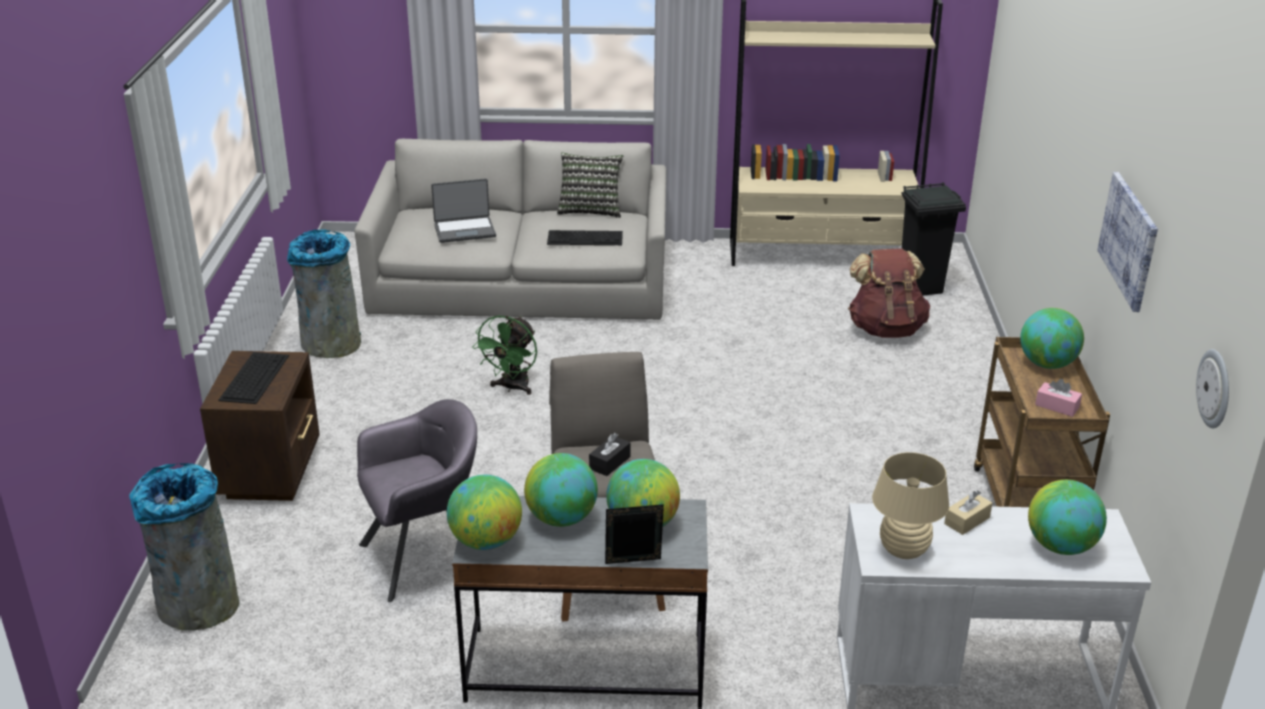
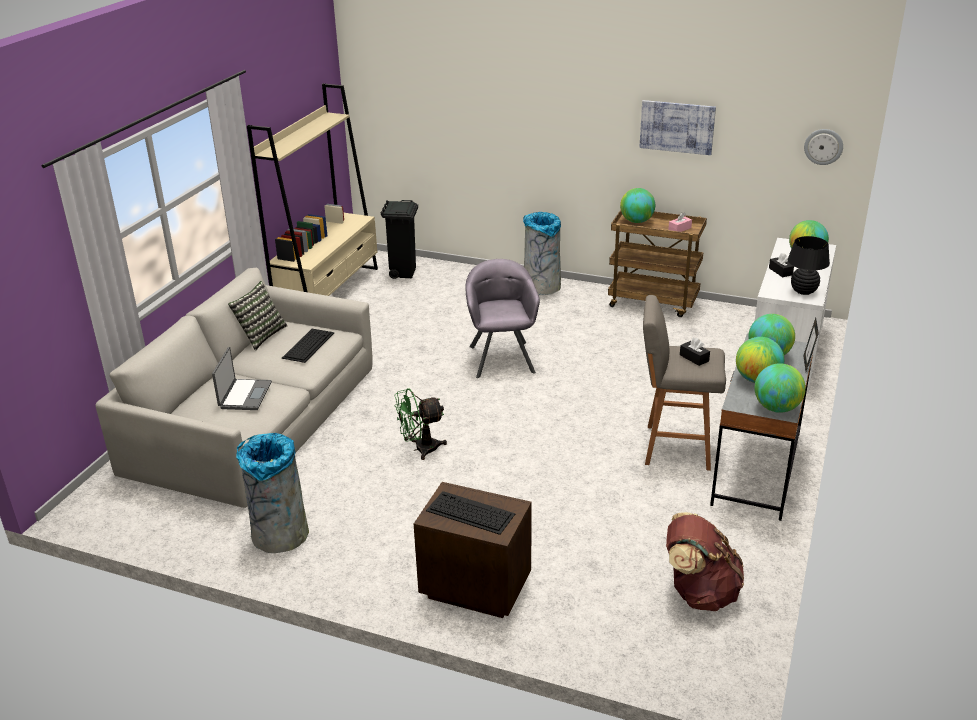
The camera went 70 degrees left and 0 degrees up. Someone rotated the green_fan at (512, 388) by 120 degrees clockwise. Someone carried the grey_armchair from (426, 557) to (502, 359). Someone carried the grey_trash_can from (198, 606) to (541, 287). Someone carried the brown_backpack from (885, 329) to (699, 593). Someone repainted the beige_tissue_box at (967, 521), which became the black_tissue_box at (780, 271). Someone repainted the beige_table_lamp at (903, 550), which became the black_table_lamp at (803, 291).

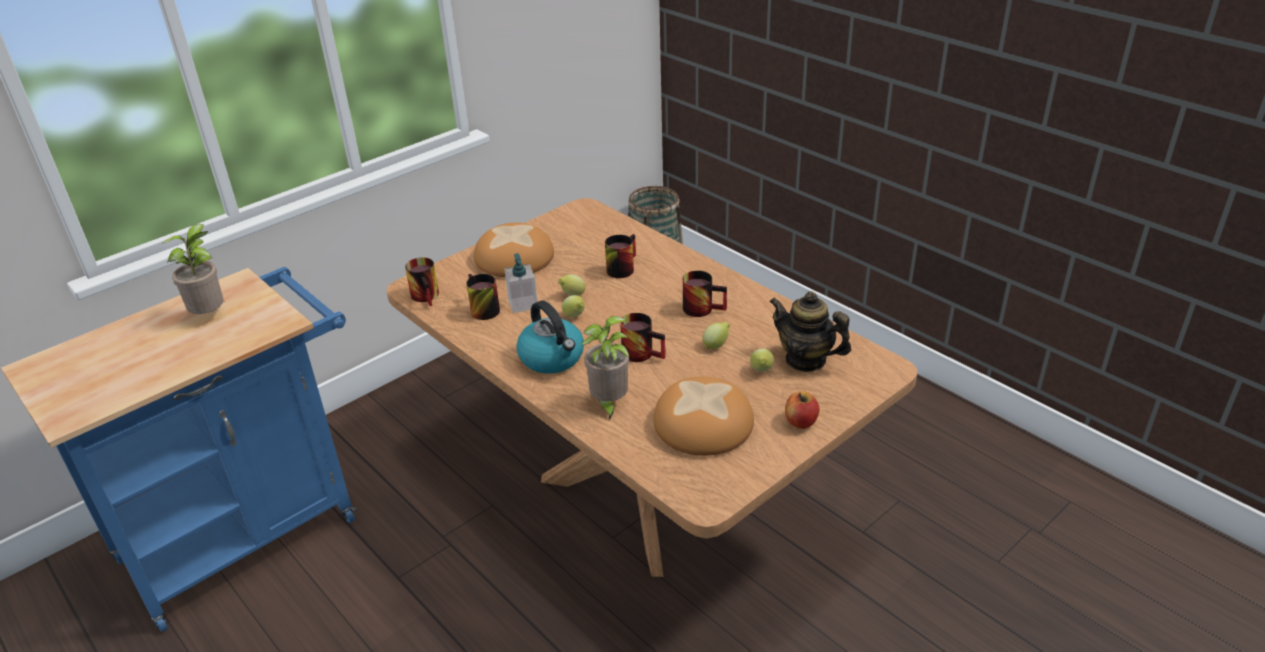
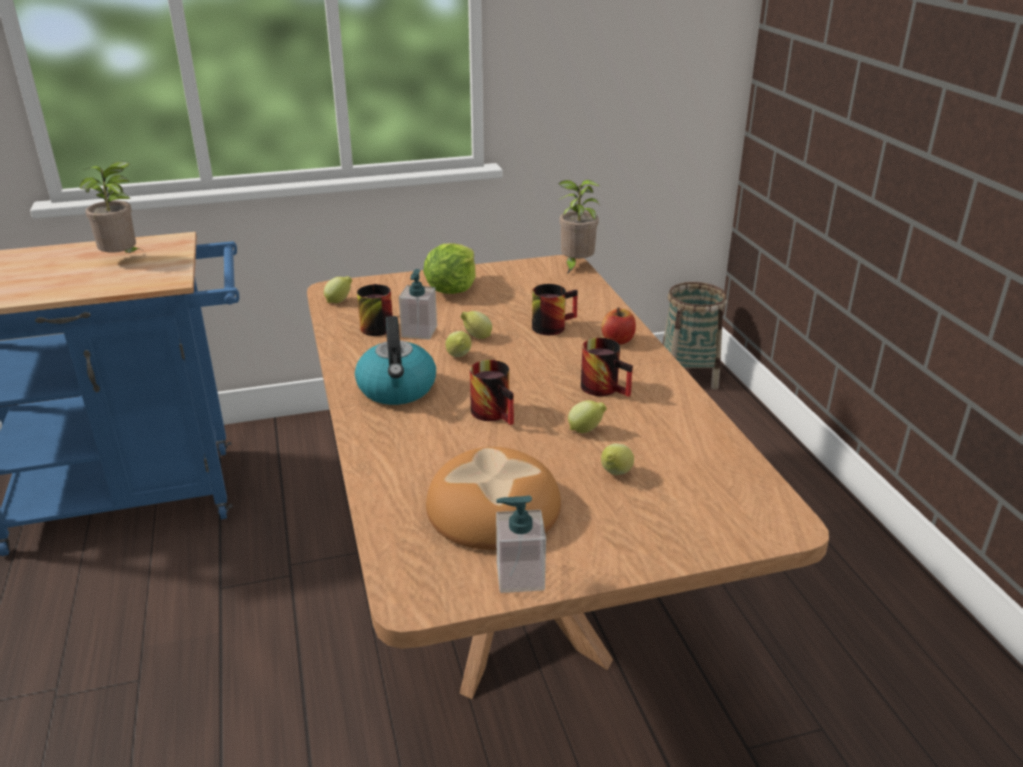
The camera went 25 degrees right and 5 degrees down. Someone swapped the mug at (428, 296) for the lemon at (339, 301). Someone swapped the bread at (513, 258) for the lettuce at (452, 289). Someone put down the soap_dispenser at (519, 576). Someone carried the potted_plant from (609, 404) to (575, 266). Someone carried the apple from (801, 422) to (618, 340). Someone took away the teapot at (806, 360).

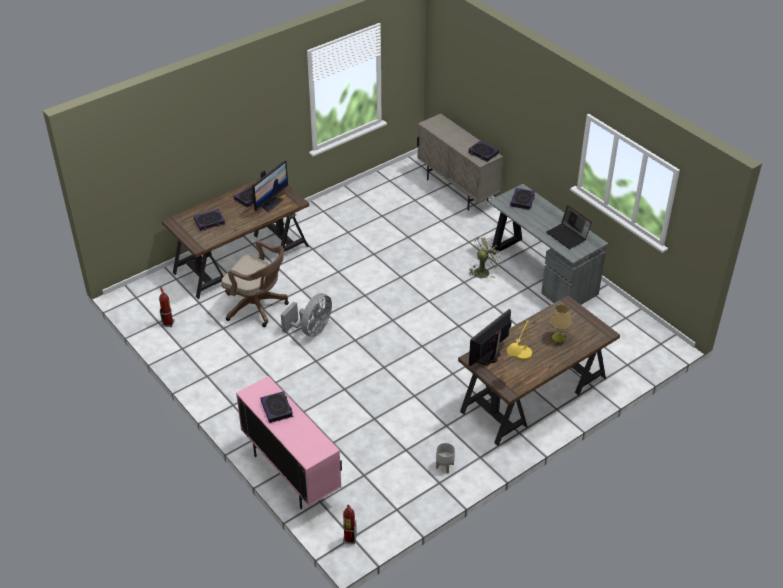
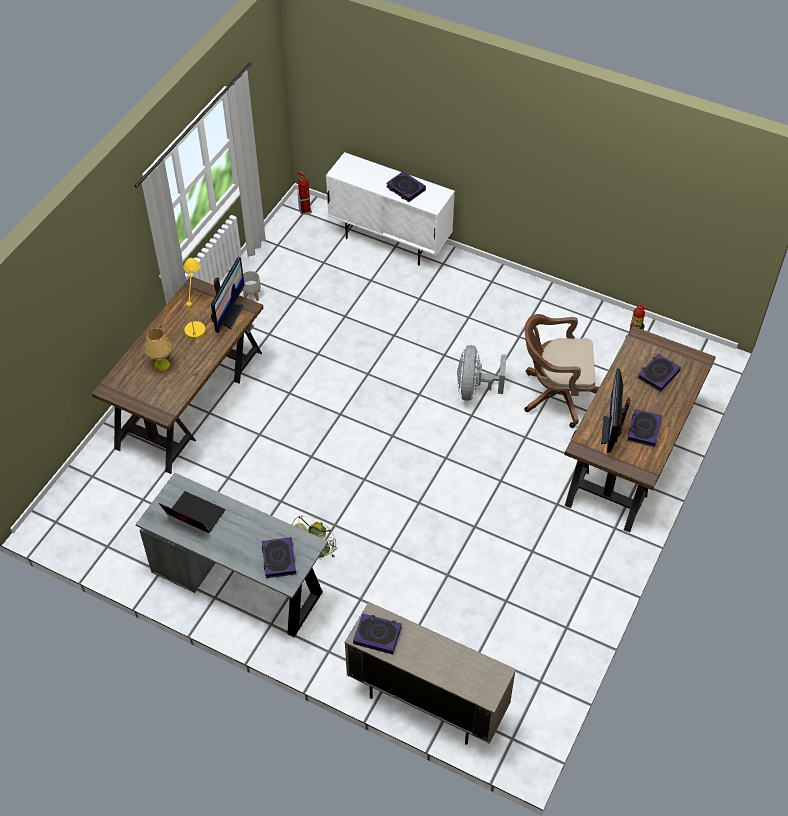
The camera went 155 degrees right and 10 degrees up. Someone repainted the pink_cabinet at (291, 473), which became the white_cabinet at (390, 241).

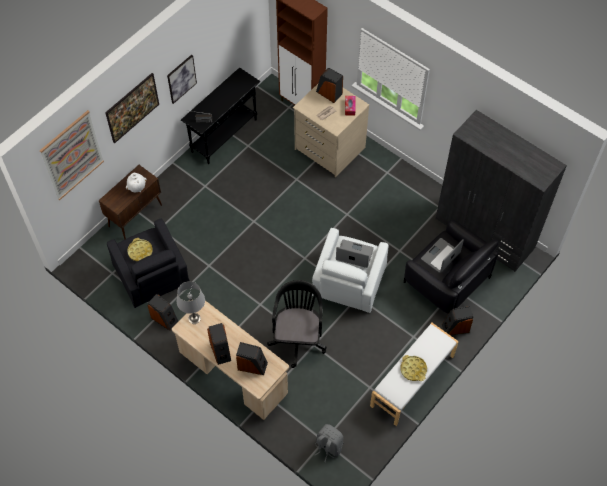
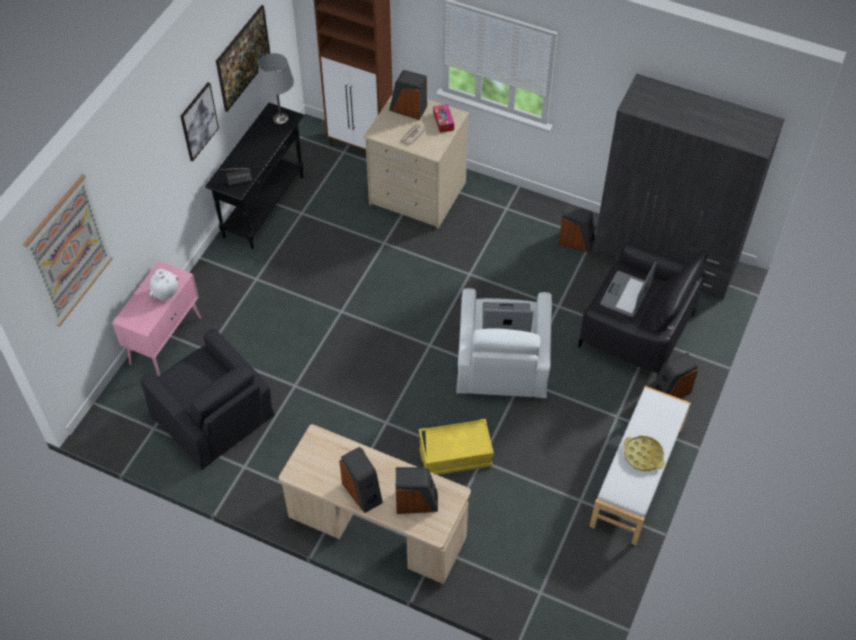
The camera went 15 degrees left and 5 degrees down. Someone repainted the brown_cabinet at (135, 215), which became the pink_cabinet at (166, 340). Someone carried the picture from (134, 115) to (245, 70). Someone carried the grey_table_lamp from (194, 318) to (280, 118). Someone swapped the black_office_chair at (298, 337) for the yellow_storage_box at (455, 455). Someone carried the speaker from (165, 319) to (576, 241). Someone took away the yellow_tray at (140, 251). Someone took away the grey_backpack at (328, 447).

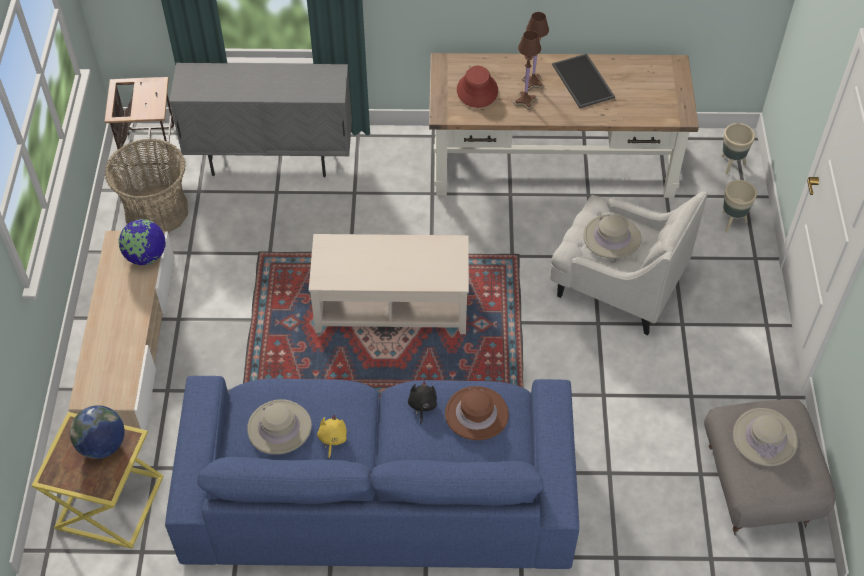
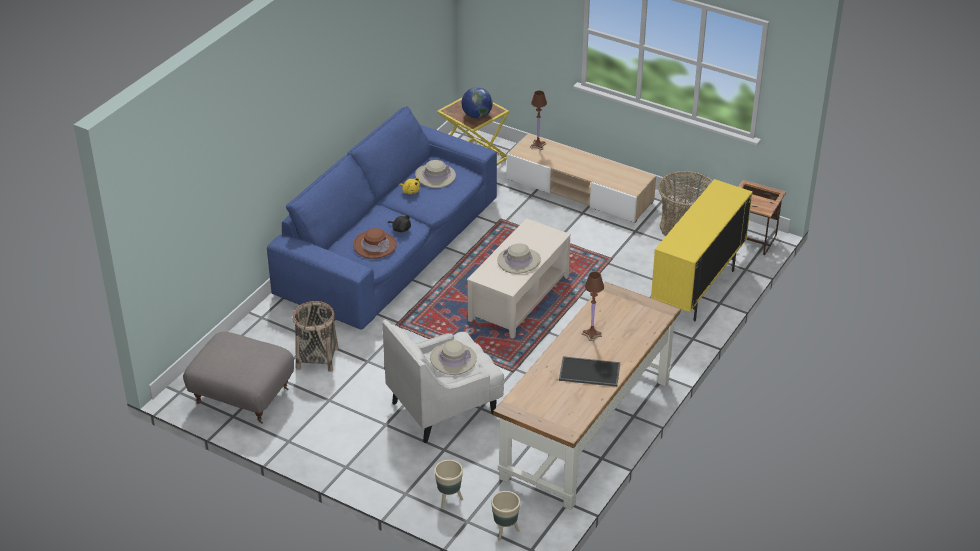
The camera went 120 degrees right and 15 degrees down. Someone put down the basket at (317, 358). Someone carried the beige_hat from (765, 438) to (519, 261). Someone carried the brown_table_lamp from (532, 82) to (538, 145). Someone repainted the grey_cabinet at (271, 159), which became the yellow_cabinet at (697, 290). Someone took away the globe at (146, 256). Someone took away the red_hat at (477, 90).

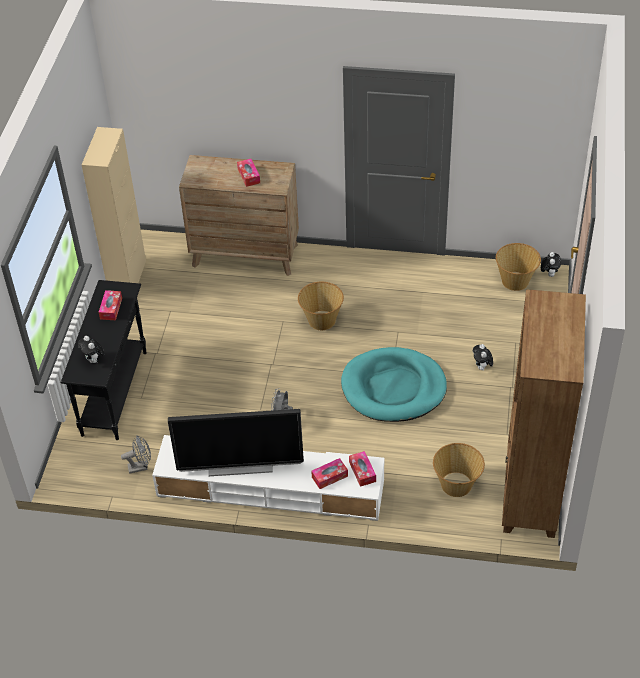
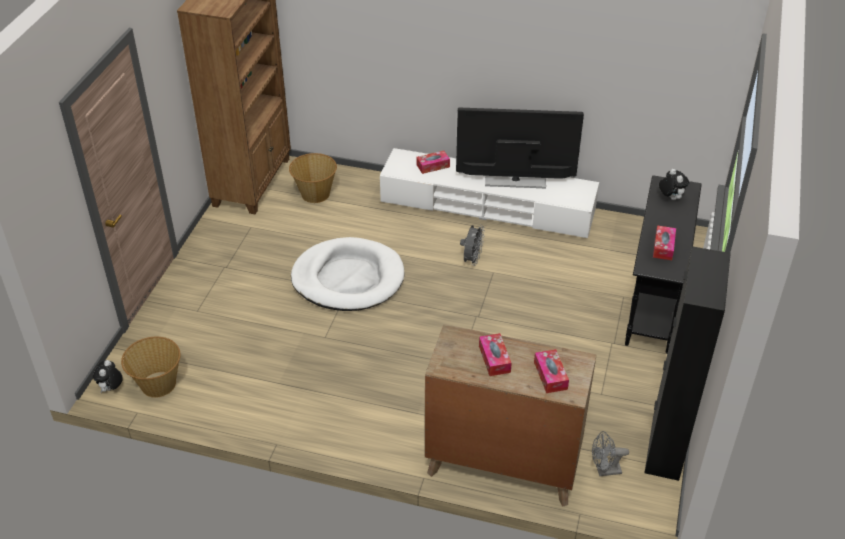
The camera went 175 degrees left and 5 degrees down. Someone repainted the turquoise_dog_bed at (393, 388), which became the white_dog_bed at (348, 278). Someone carried the tissue_box from (362, 472) to (550, 375). Someone carried the grey_fan from (141, 466) to (604, 471). Someone repainted the beige_cabinet at (127, 278), which became the black_cabinet at (665, 447). Someone took away the basket at (321, 320). Someone took away the plush_toy at (482, 367).

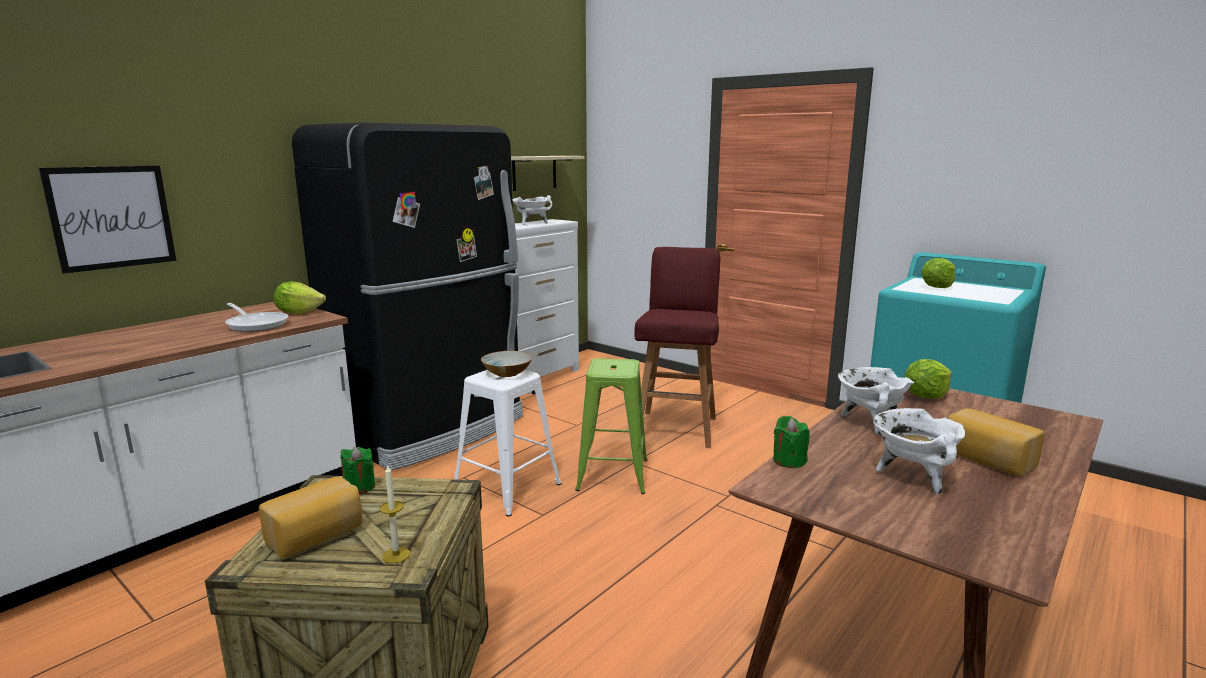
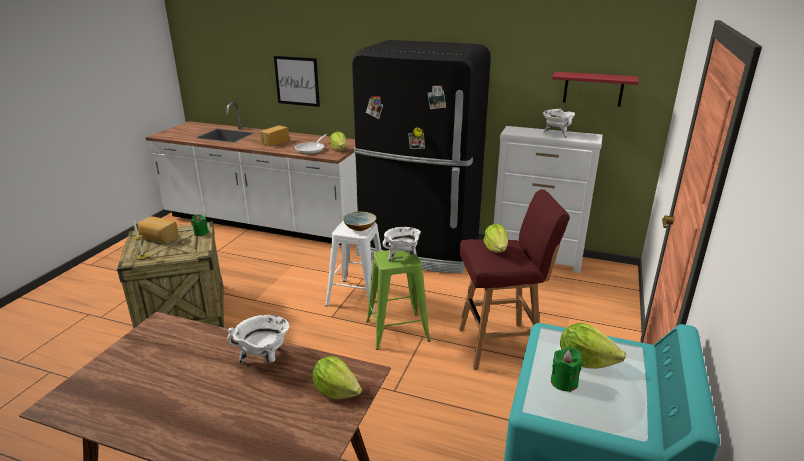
The camera went 70 degrees right and 10 degrees up. Someone carried the bread from (987, 460) to (274, 142). Someone carried the white_cooking_pot from (912, 477) to (402, 256). Someone put down the lettuce at (496, 249). Someone carried the green_candle from (789, 461) to (564, 382). Someone repainted the beige_shelf at (534, 173), which became the red_shelf at (593, 89).

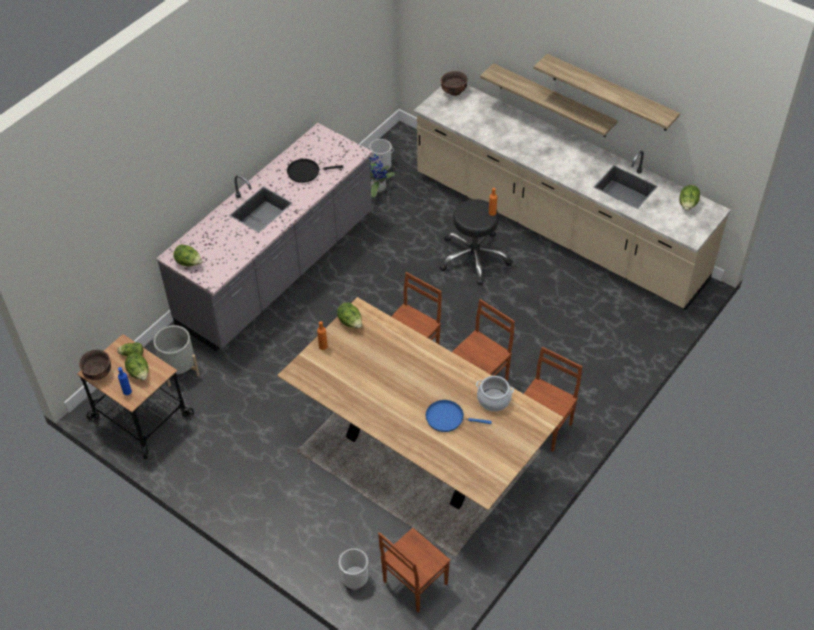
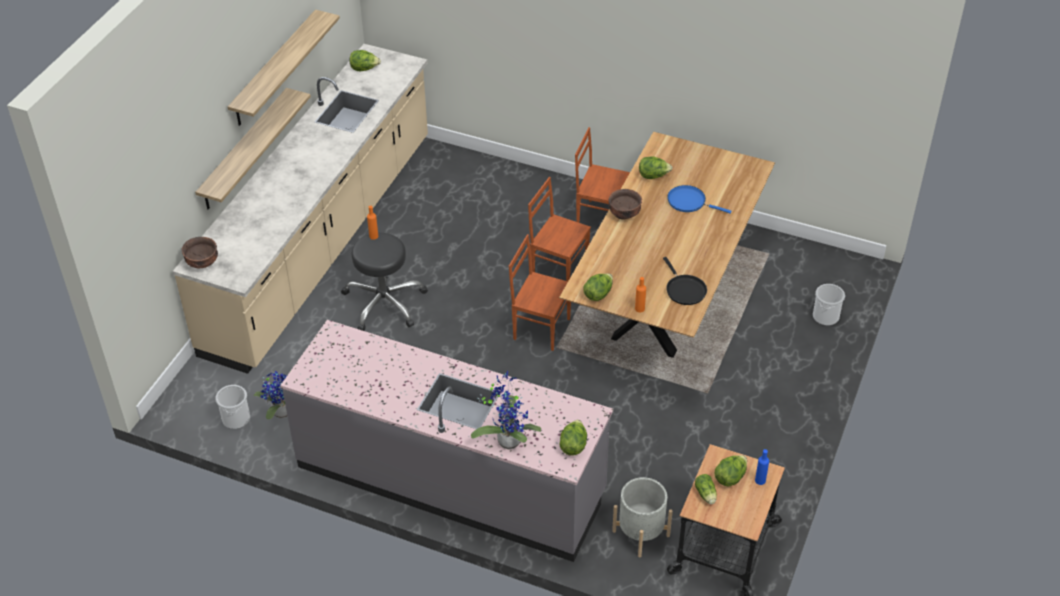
The camera went 105 degrees left and 5 degrees down. Someone put down the potted_plant at (508, 439). Someone carried the brown_bowl from (98, 373) to (624, 214). Someone swapped the cooking_pot at (494, 399) for the lettuce at (653, 176). Someone carried the black_frying_pan from (306, 172) to (684, 290). Someone rotated the blue_frying_pan at (448, 418) by 120 degrees clockwise. Someone took away the brown_chair at (414, 583).

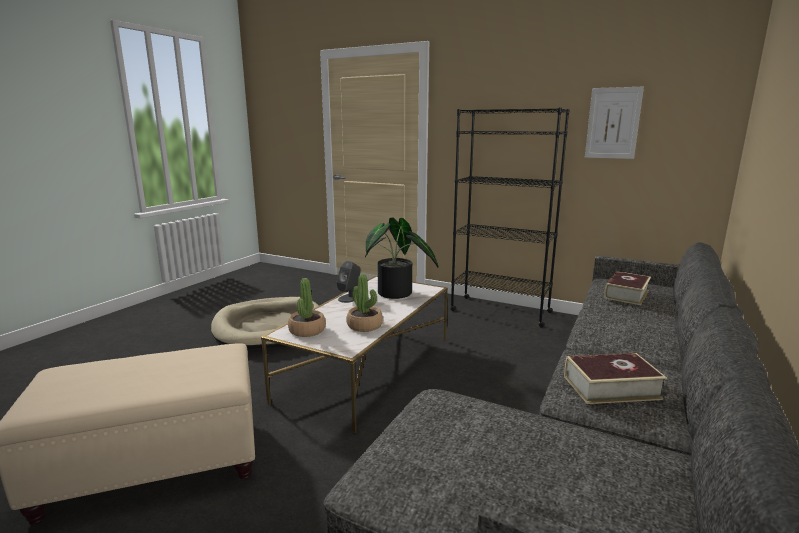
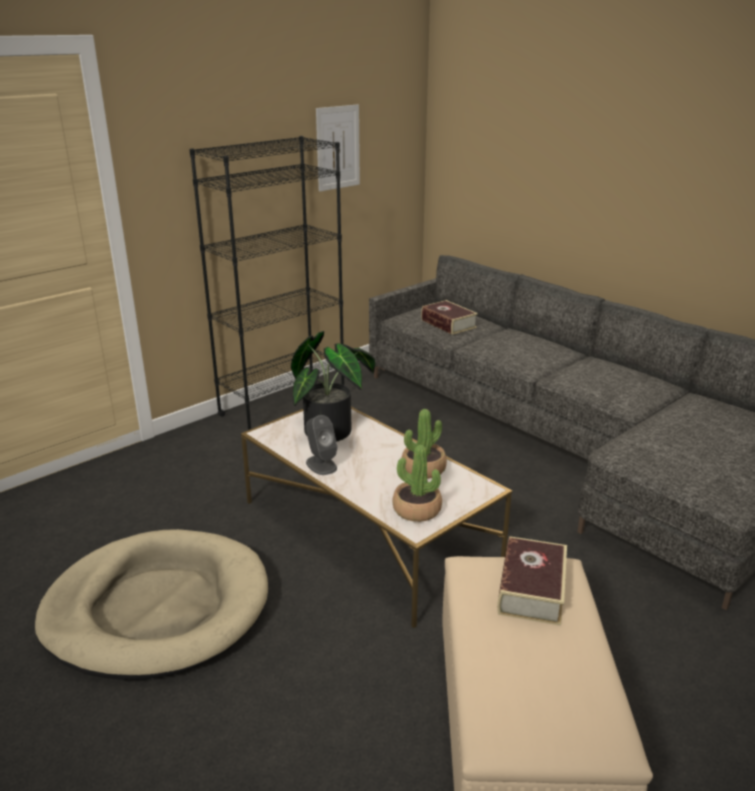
The camera went 70 degrees left and 10 degrees up. Someone carried the book from (611, 387) to (531, 589).

